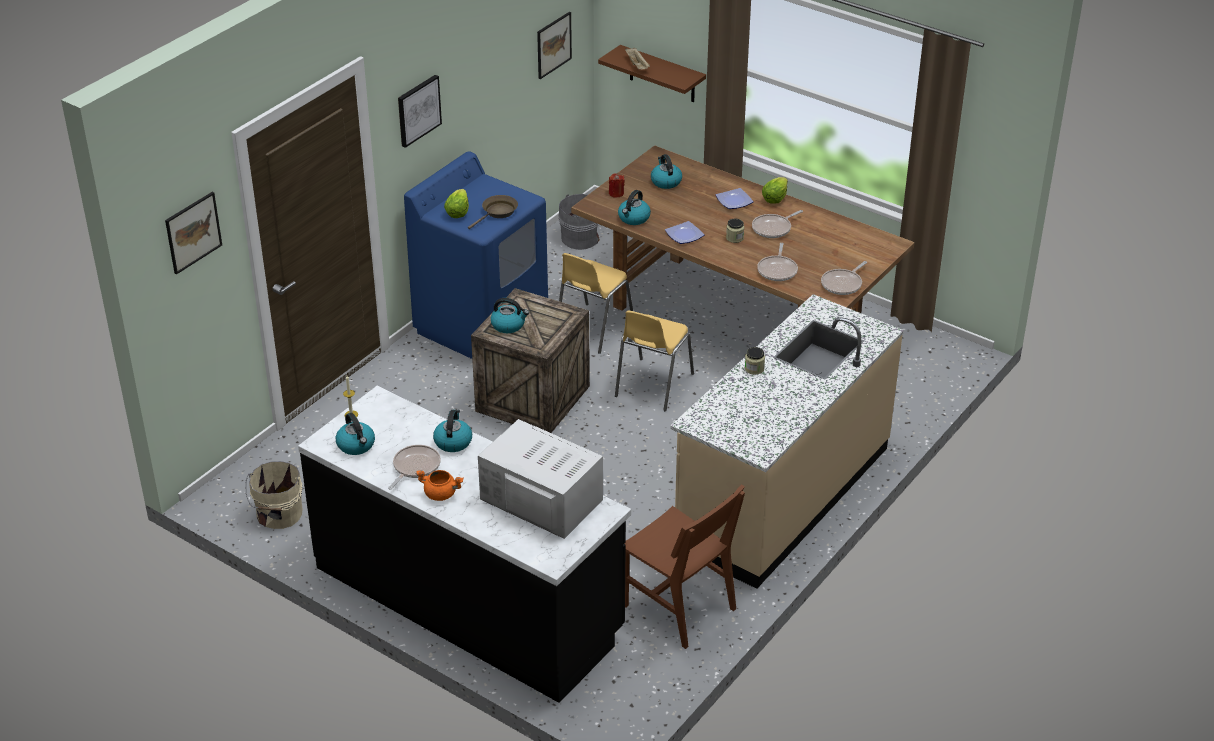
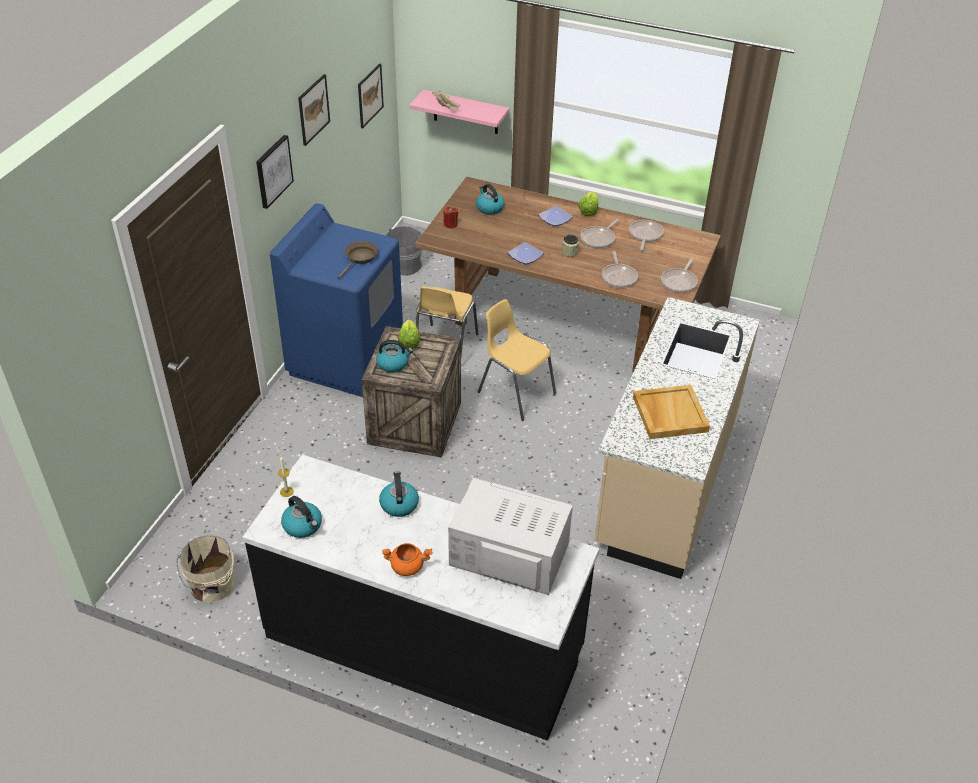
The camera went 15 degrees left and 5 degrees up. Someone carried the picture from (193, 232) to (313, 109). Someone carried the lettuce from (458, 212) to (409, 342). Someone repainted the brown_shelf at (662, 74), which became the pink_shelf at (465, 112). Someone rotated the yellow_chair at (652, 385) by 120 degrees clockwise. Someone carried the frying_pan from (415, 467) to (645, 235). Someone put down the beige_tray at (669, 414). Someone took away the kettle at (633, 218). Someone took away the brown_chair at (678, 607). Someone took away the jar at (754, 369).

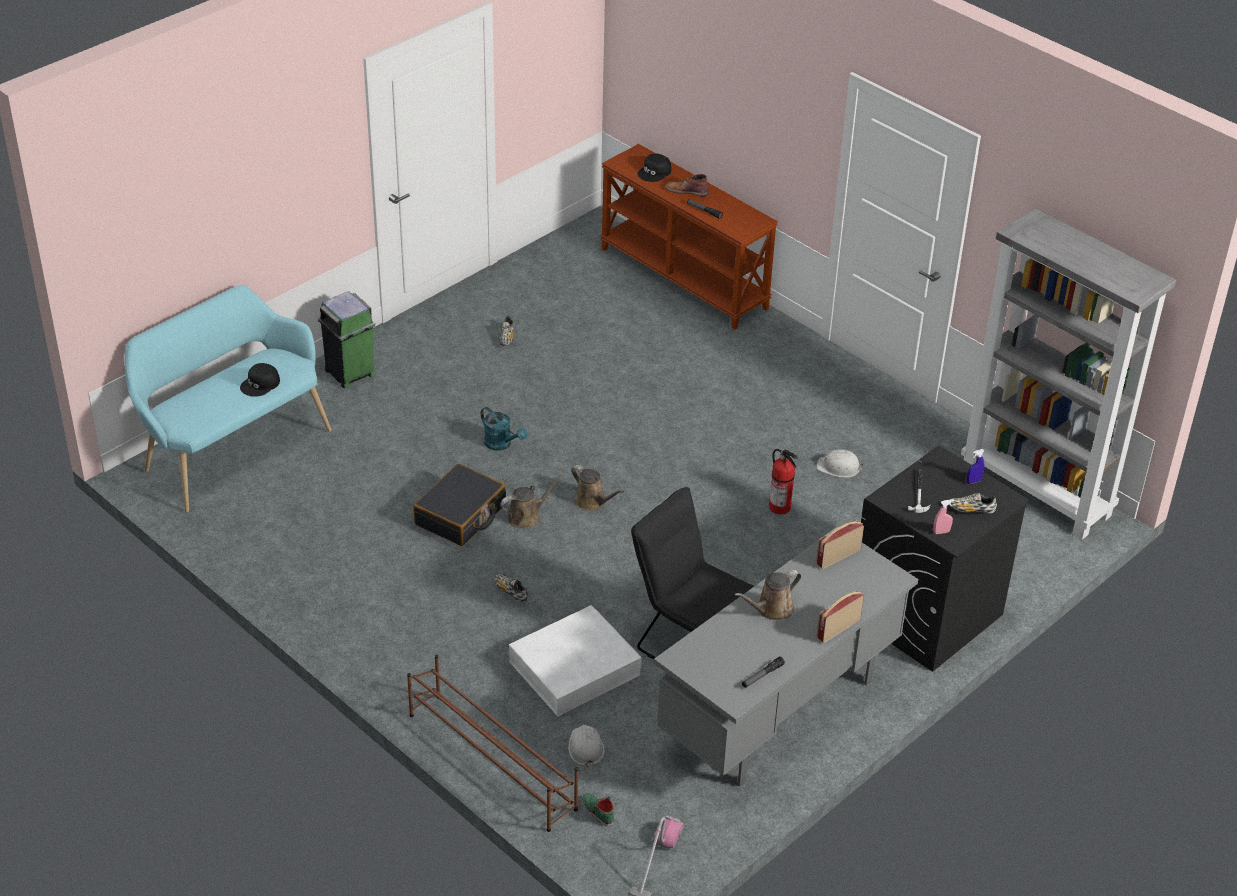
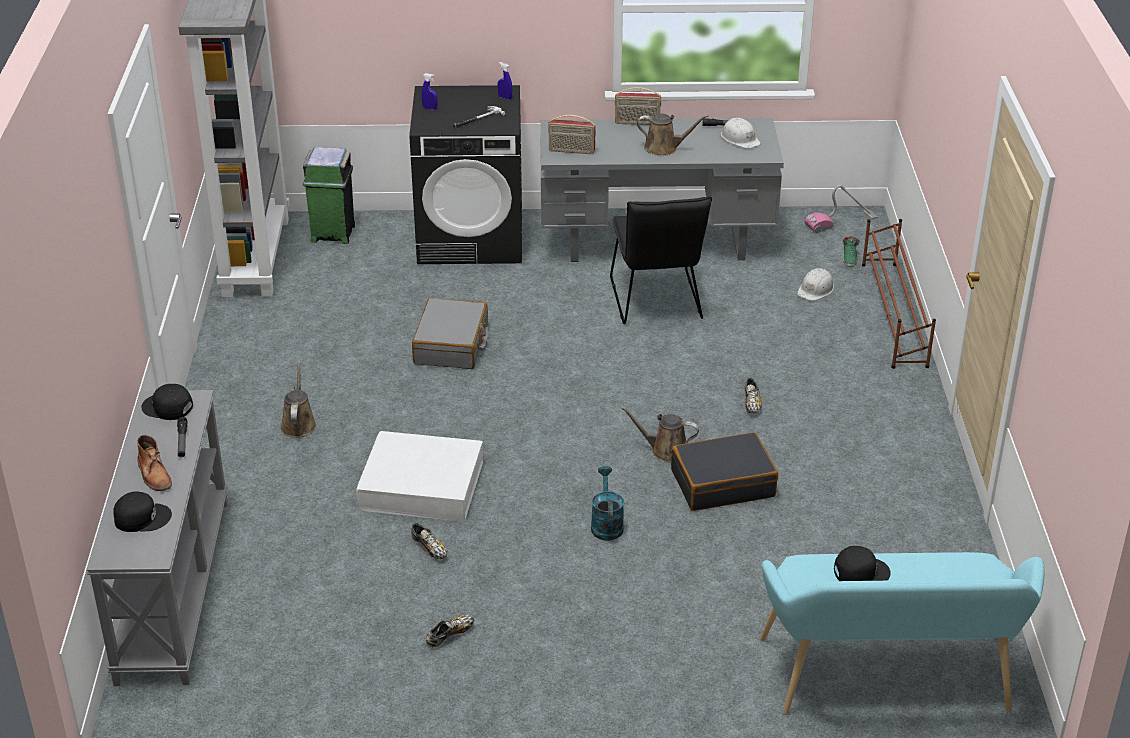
The camera went 135 degrees left and 5 degrees down. Someone repainted the brown_console_table at (685, 278), which became the grey_console_table at (172, 588). Someone put down the black_cap at (167, 407). Someone carried the brown_watering_can from (592, 501) to (298, 424). Someone carried the green_trash_can from (350, 373) to (333, 233). Someone carried the white_storage_box from (574, 668) to (422, 486). Someone carried the shoe from (971, 509) to (430, 548). Someone swapped the fire_extinguisher at (780, 507) for the grey_suitcase at (452, 345). Someone repainted the pink_spray_bottle at (941, 532), which became the blue_spray_bottle at (505, 97). Someone carried the white_hard_hat from (839, 467) to (740, 139).

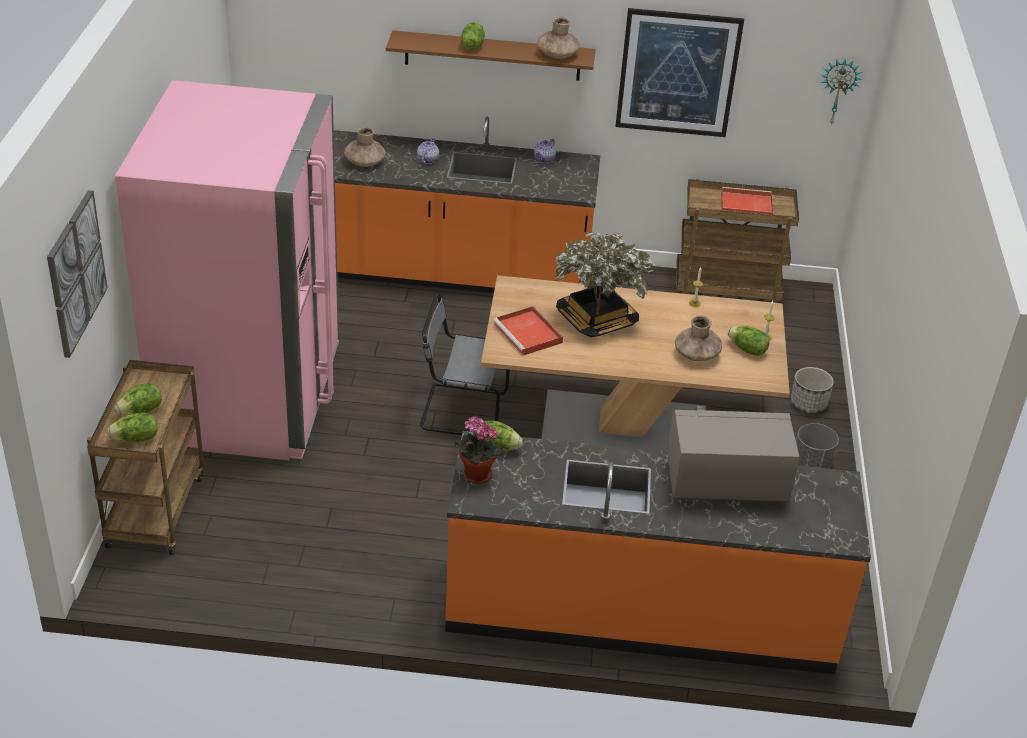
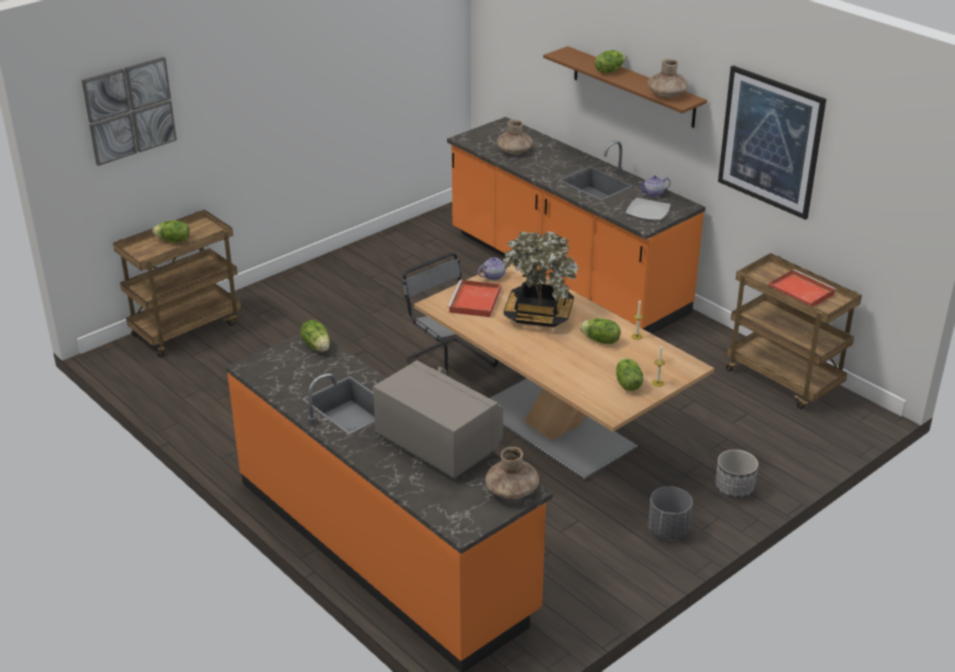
The camera went 45 degrees right and 5 degrees down. Someone carried the teapot from (427, 160) to (493, 276). Someone carried the brown_vase from (696, 354) to (511, 491). Someone carried the lettuce from (135, 439) to (600, 341). Someone put down the plate at (648, 211). Someone took away the pink_fridge at (249, 398). Someone took away the potted_plant at (475, 476). Someone took away the wall_clock at (837, 90).

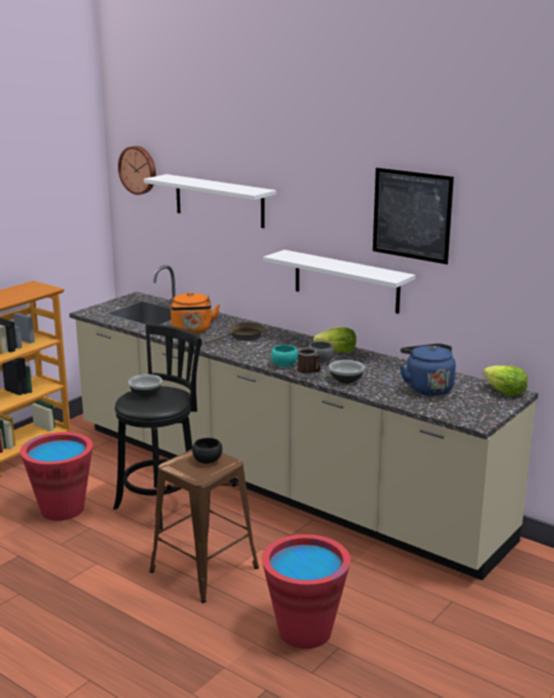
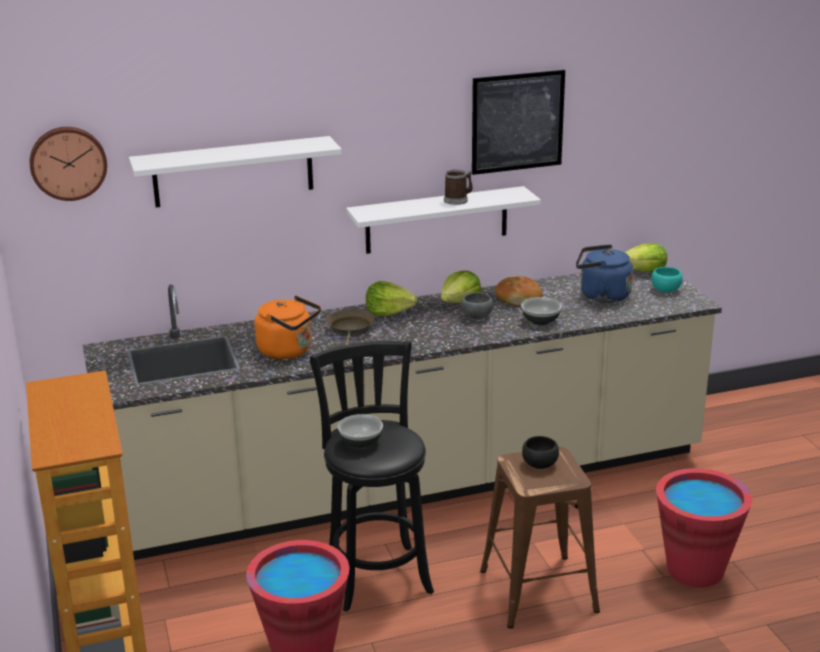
The camera went 55 degrees left and 5 degrees up. Someone put down the lettuce at (389, 311). Someone carried the mug from (309, 375) to (458, 200). Someone put down the bread at (518, 298). Someone carried the turquoise_bowl from (285, 365) to (666, 290).

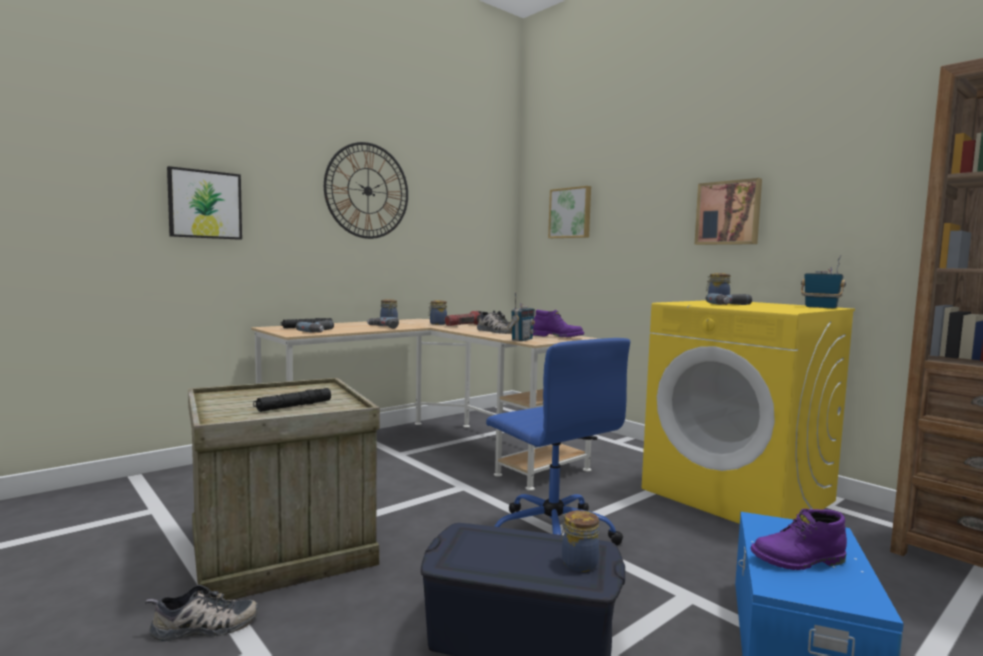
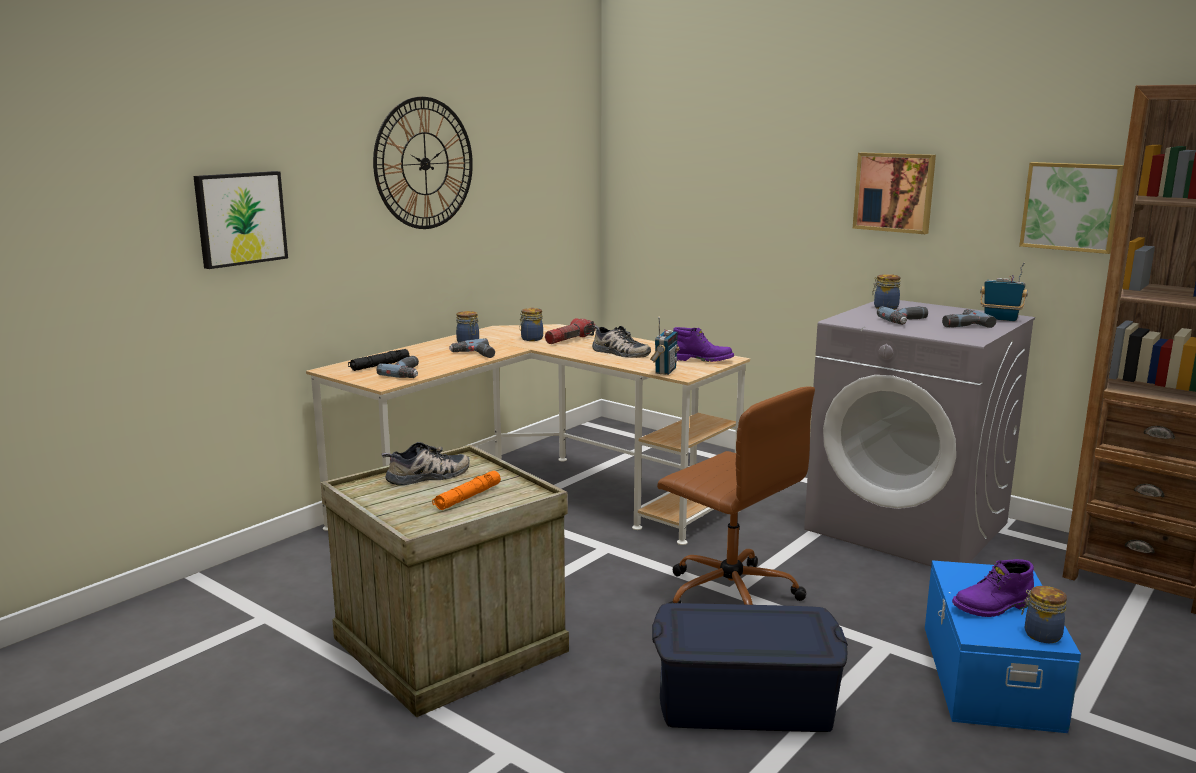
The camera went 10 degrees left and 10 degrees up. Someone carried the shoe from (203, 627) to (428, 476). Someone repainted the black_flashlight at (293, 406), which became the orange_flashlight at (467, 497). Someone repainted the blue_office_chair at (551, 533), which became the brown_office_chair at (728, 595). Someone repainted the yellow_washing_machine at (738, 495), which became the grey_washing_machine at (908, 526). Someone put down the power_drill at (961, 324). Someone carried the picture from (571, 213) to (1071, 206). Someone carried the jar from (578, 563) to (1040, 635).

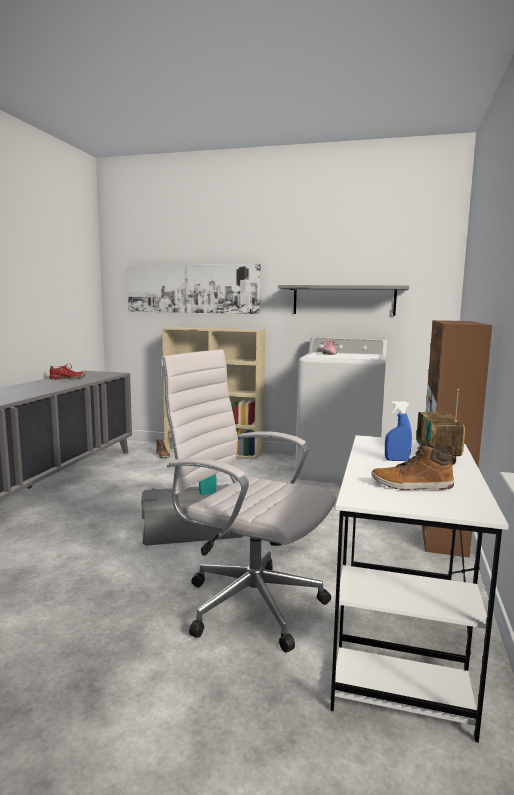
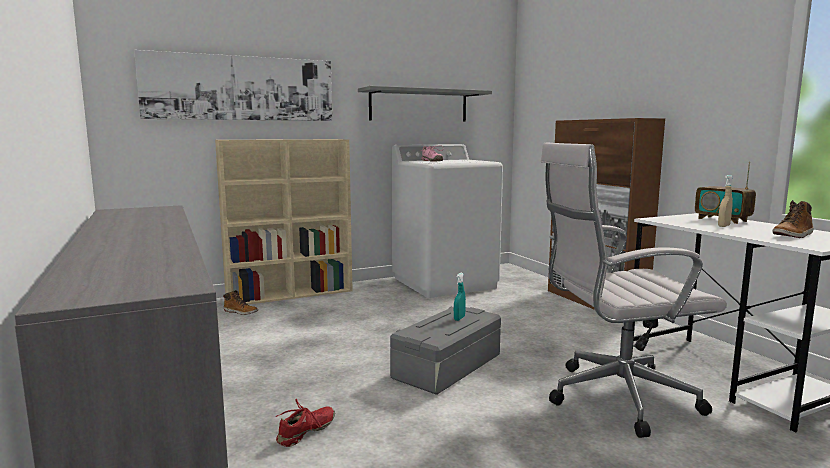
The camera went 40 degrees left and 0 degrees up. Someone carried the red_shoe from (67, 379) to (306, 432). Someone repainted the blue_spray_bottle at (397, 460), which became the beige_spray_bottle at (723, 226).

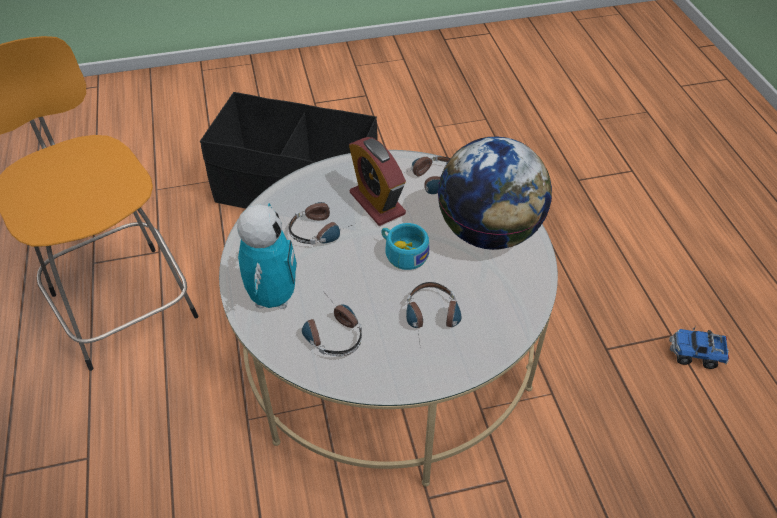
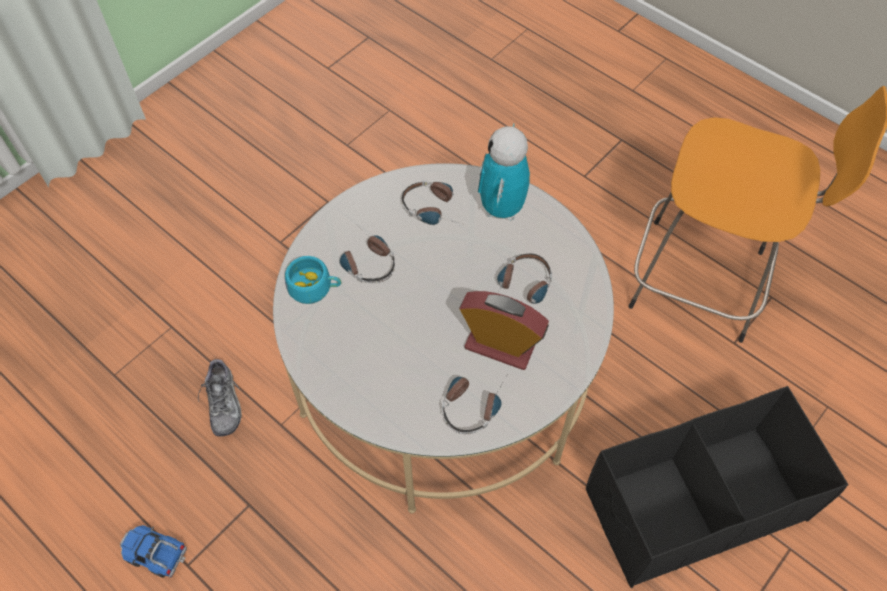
The camera went 145 degrees right and 10 degrees up. Someone rotated the toy_truck at (695, 354) by 135 degrees counterclockwise. Someone put down the shoe at (224, 402). Someone carried the turquoise_cup from (402, 253) to (315, 287). Someone rotated the toy_robot at (273, 297) by 45 degrees clockwise. Someone took away the globe at (488, 232).

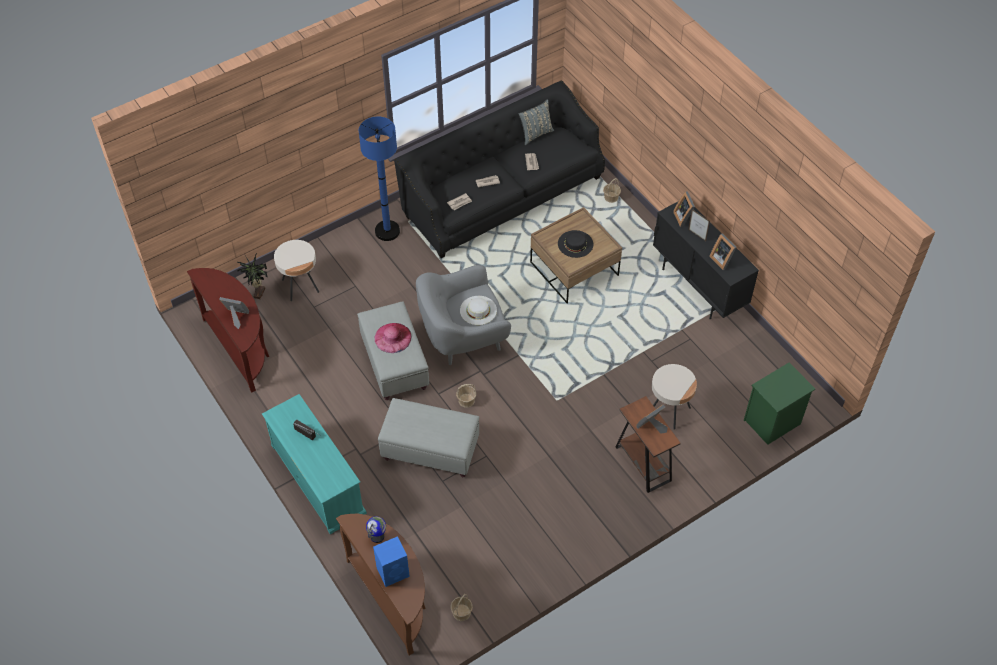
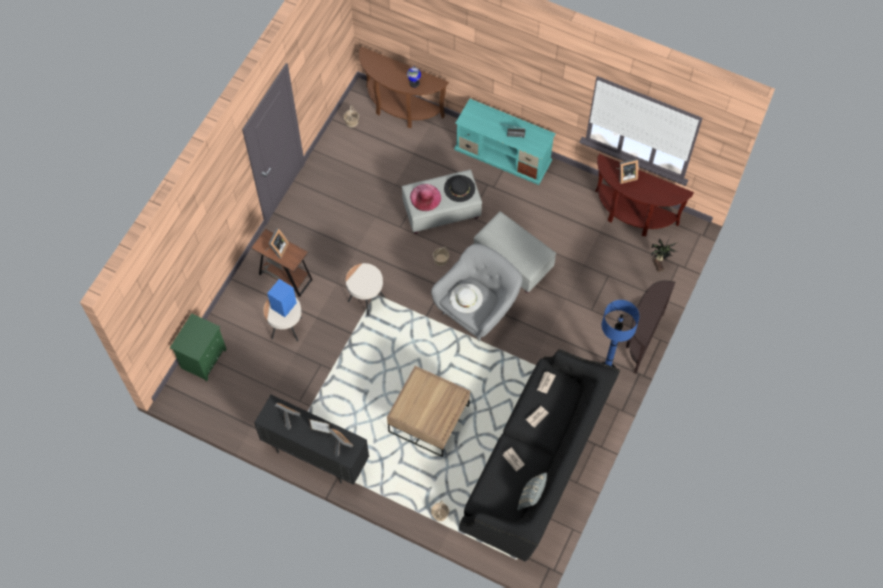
The camera went 150 degrees right and 10 degrees up. Someone carried the blue_speaker from (393, 571) to (283, 306). Someone carried the beige_side_table from (300, 286) to (366, 299). Someone carried the pink_hat from (393, 337) to (425, 197). Someone carried the black_hat from (575, 244) to (459, 188). Someone put down the brown_console_table at (641, 339).

